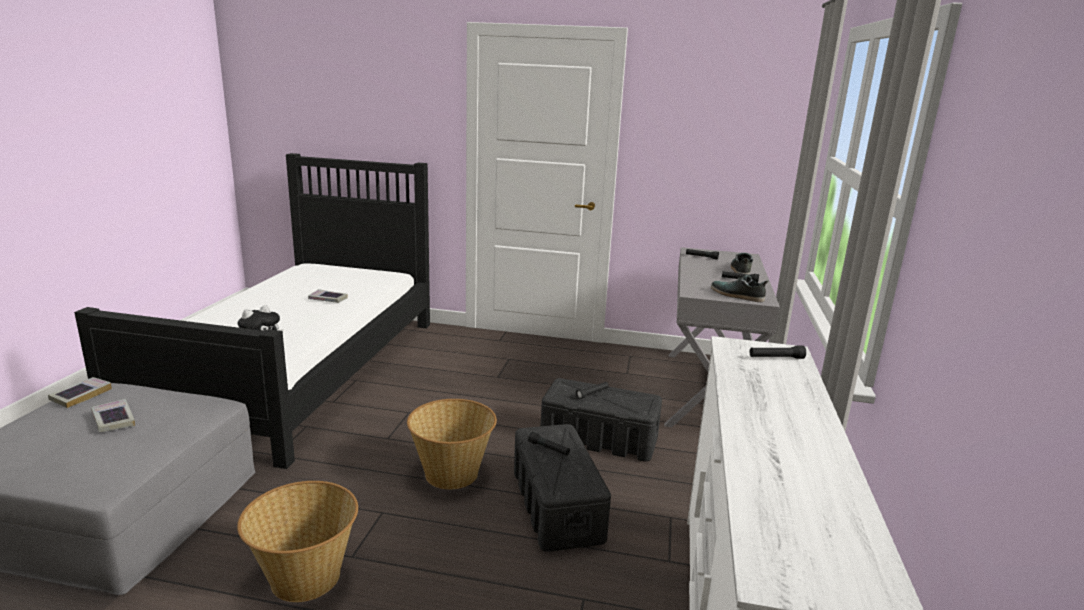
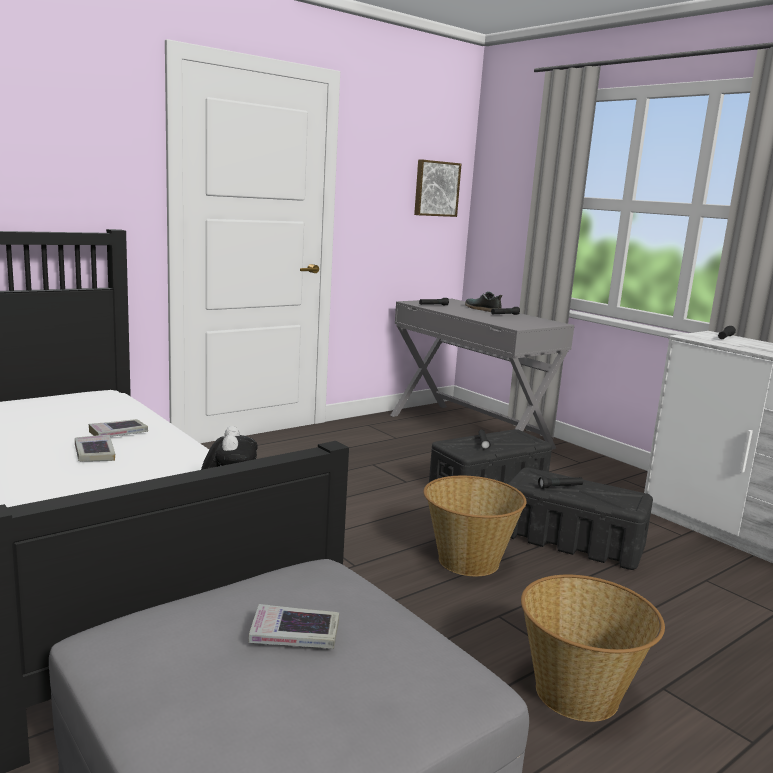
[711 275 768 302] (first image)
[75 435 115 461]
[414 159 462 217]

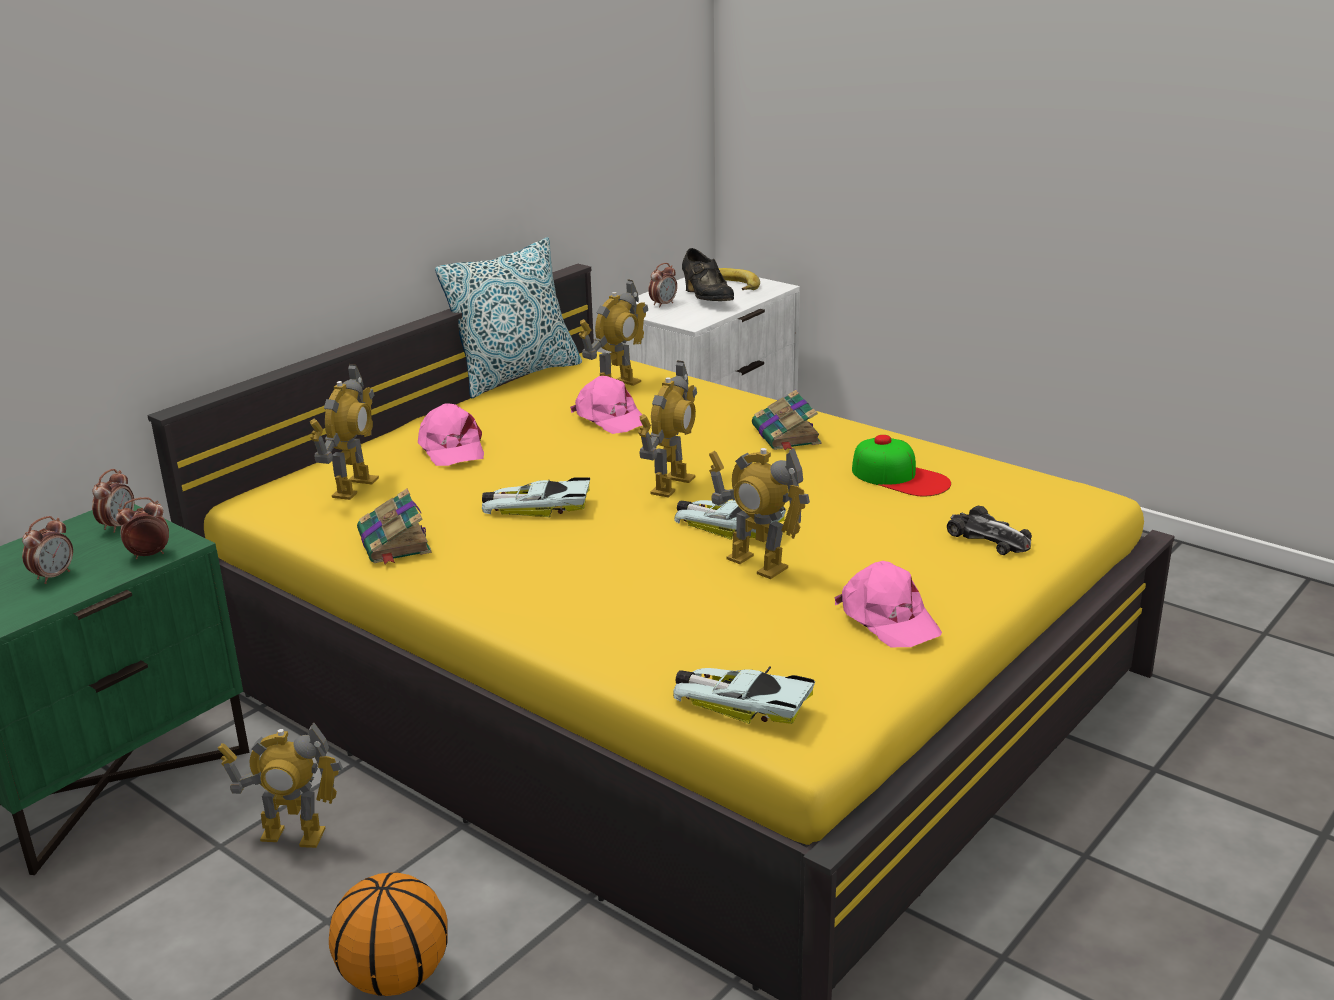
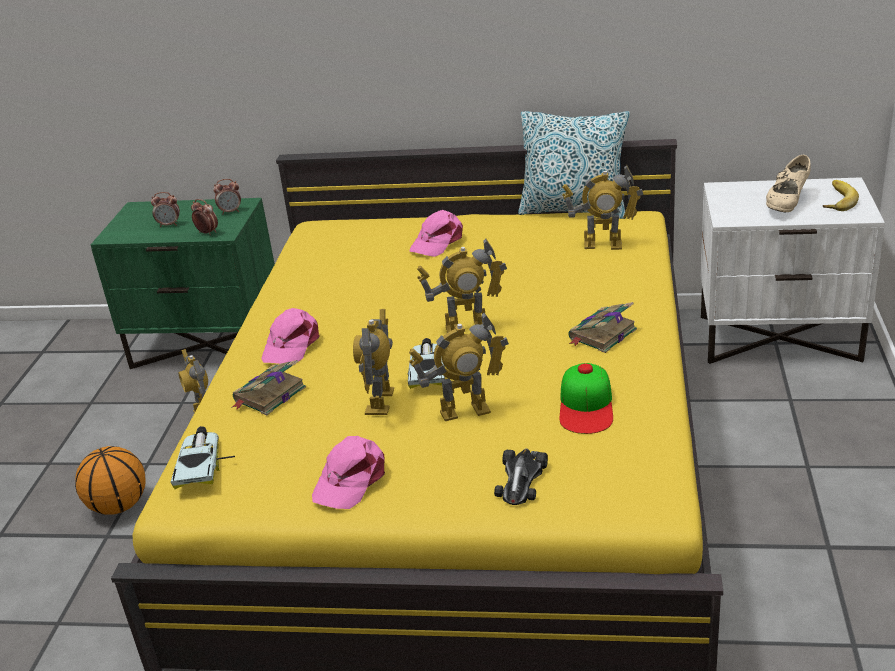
[766 155 811 213]
[648 263 677 308] (first image)
[409 313 509 421]
[261 308 319 364]
[482 477 590 518] (first image)
[231 360 306 415]

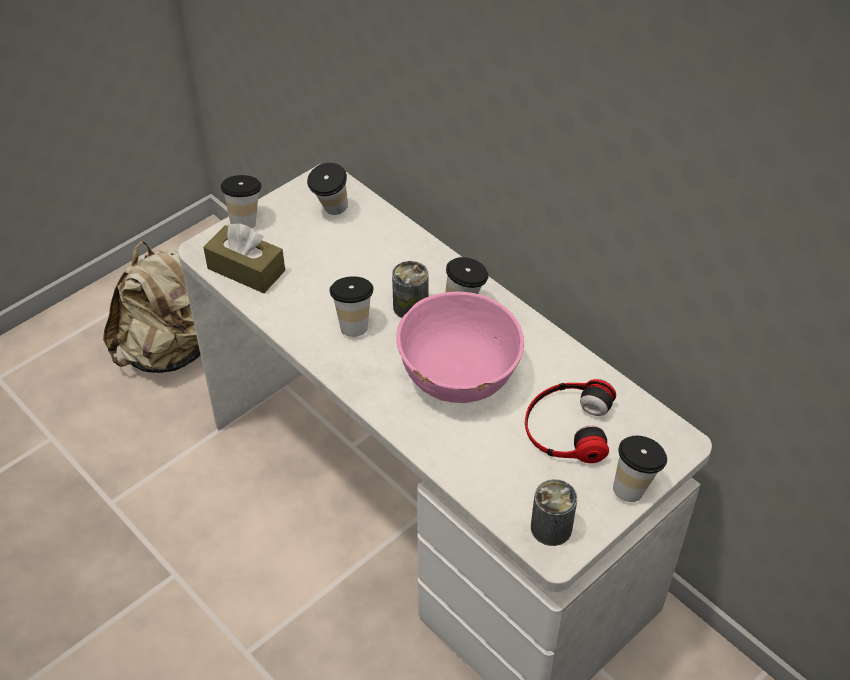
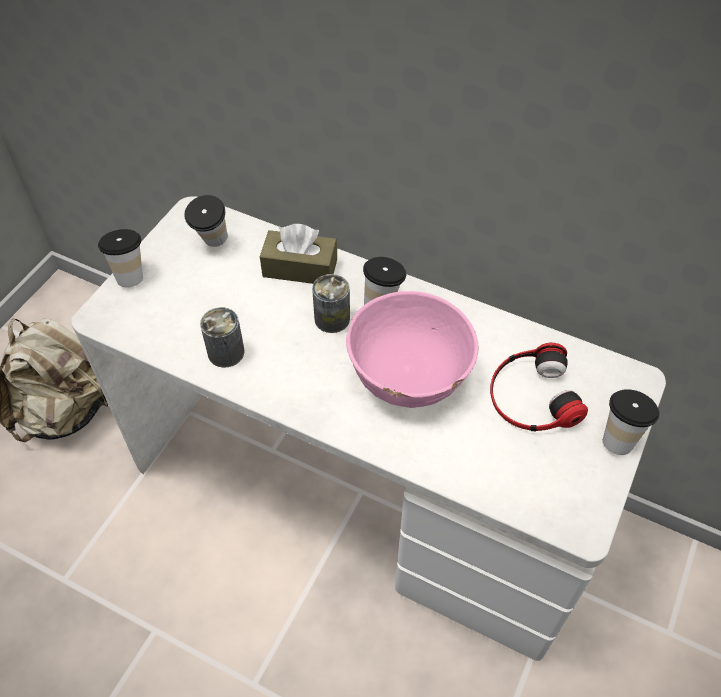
[260 224 337 284]
[329 276 374 337] (first image)
[200 307 244 367]

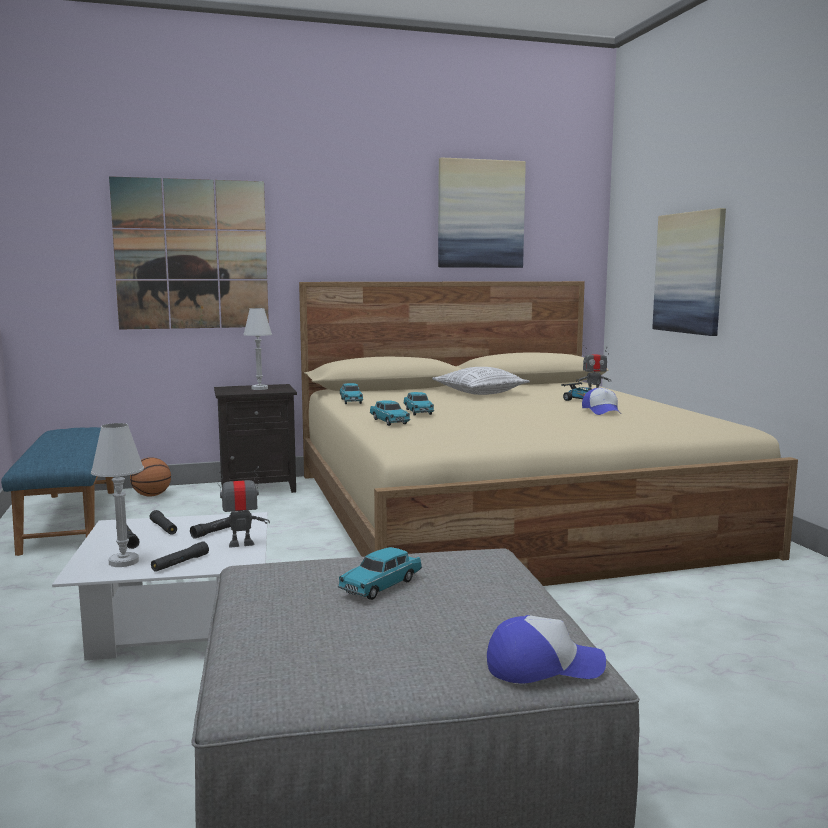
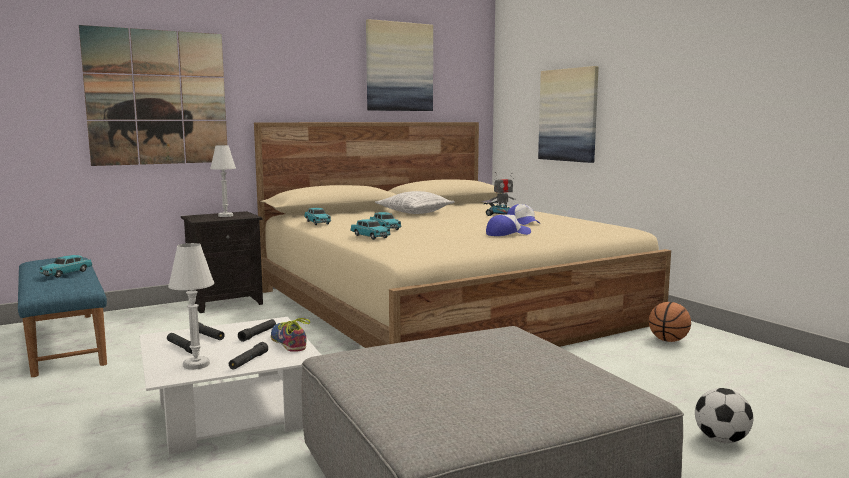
[649 302 691 342]
[271 318 311 352]
[39 255 93 278]
[486 215 531 236]
[695 388 754 443]

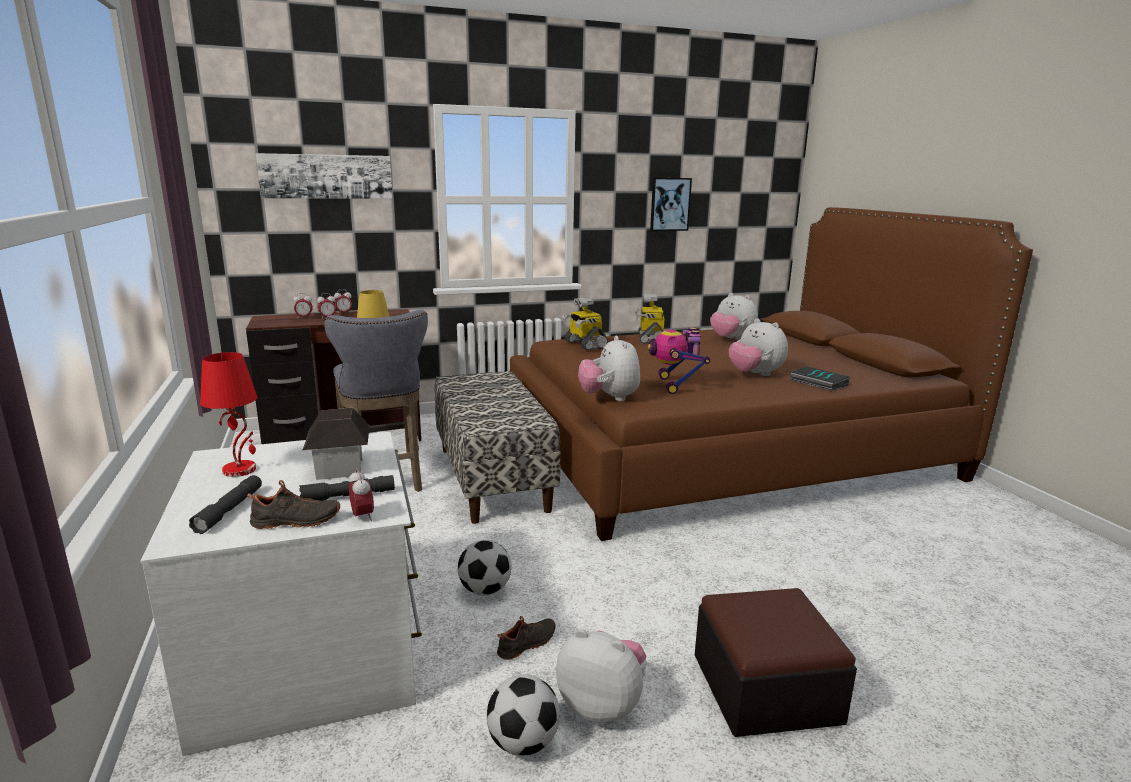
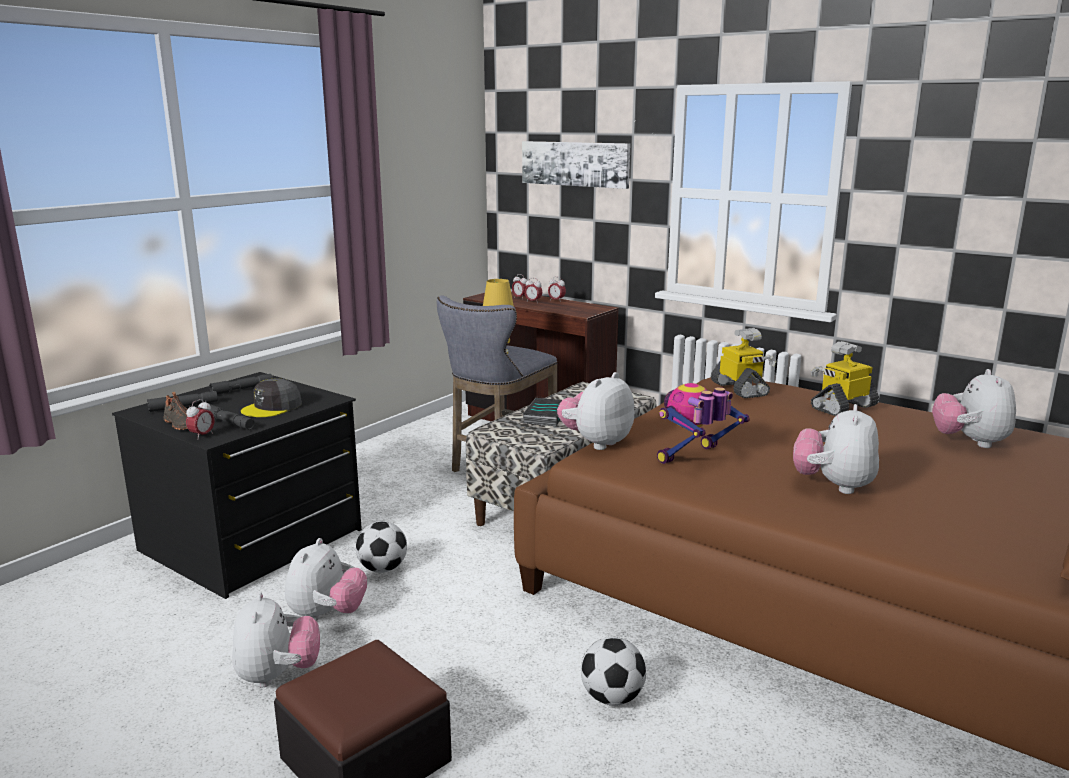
[650 178 692 231] (first image)
[711 328 776 398]
[209 374 273 395]
[523 398 562 426]
[241 378 302 417]
[112 372 362 599]
[285 538 367 621]
[581 637 646 706]

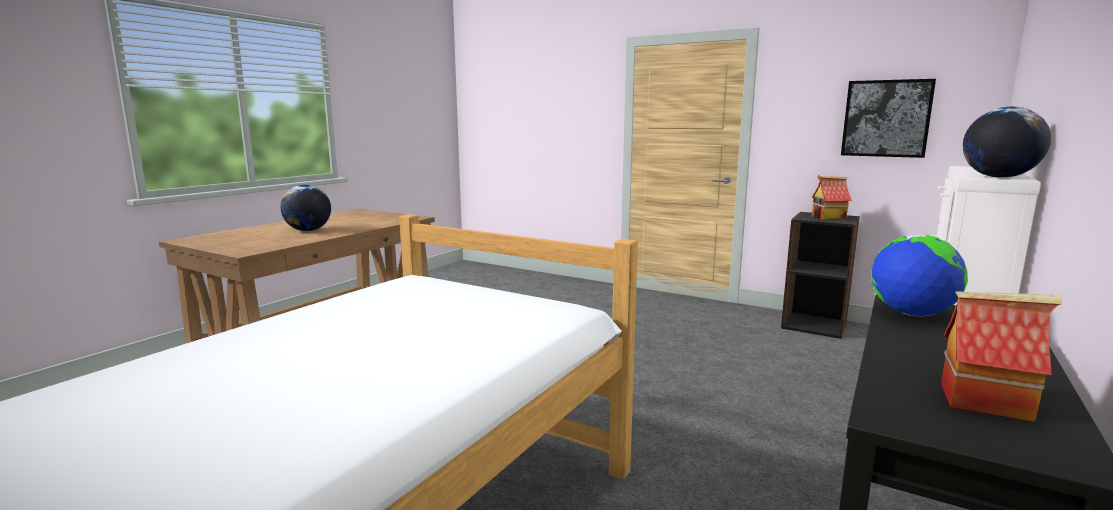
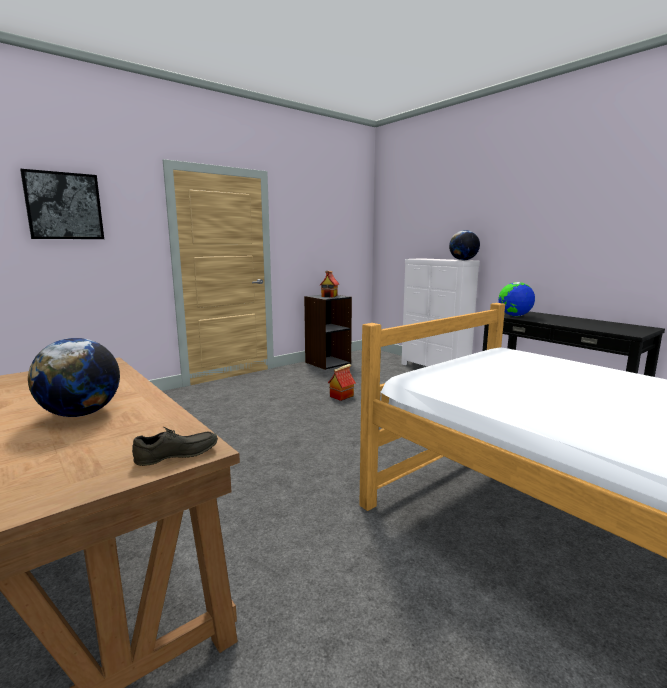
[20 169 104 239]
[328 364 356 401]
[132 427 218 466]

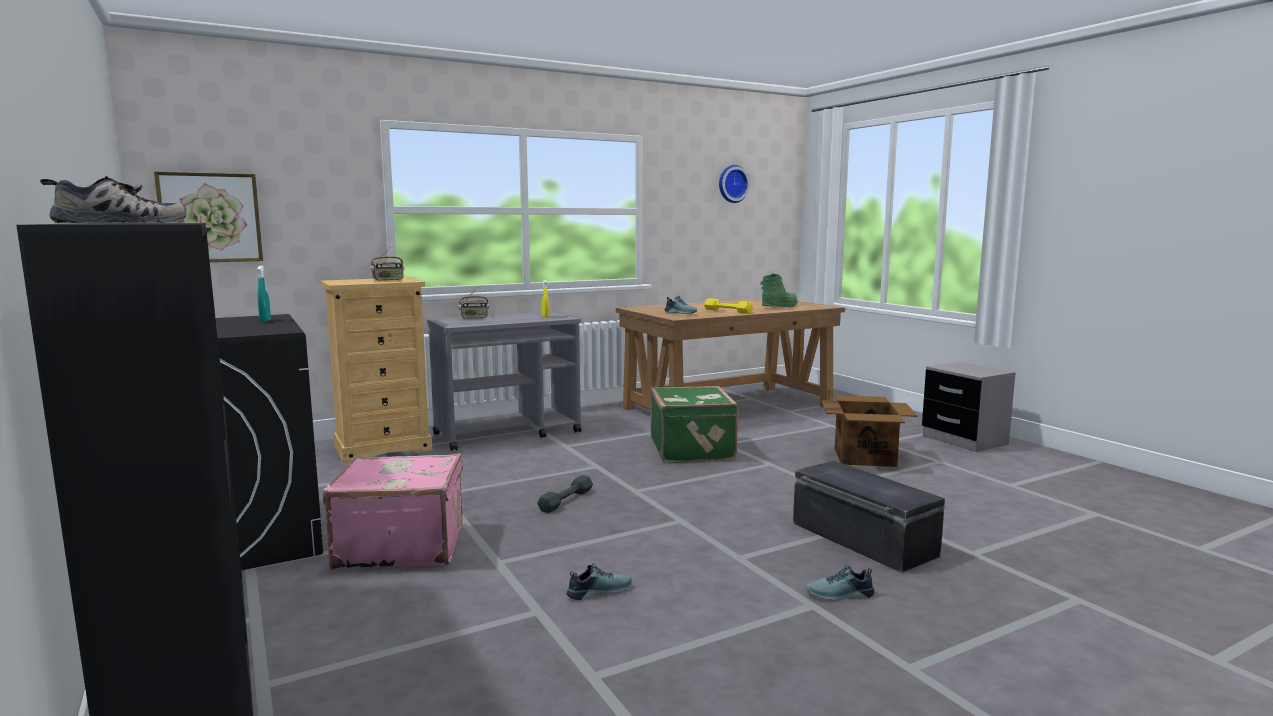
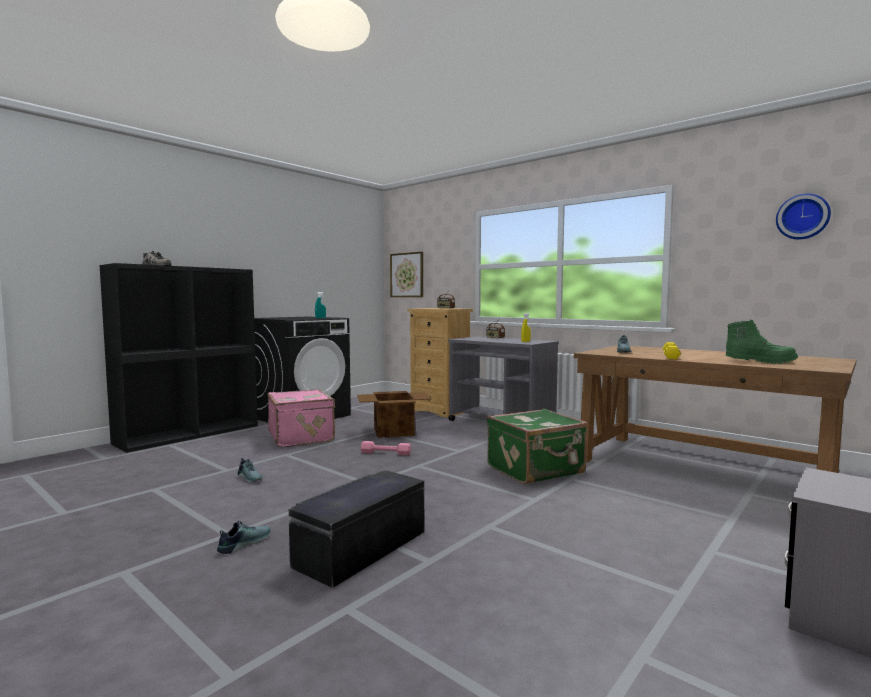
[357 391 432 438]
[361 441 411 455]
[217 521 271 554]

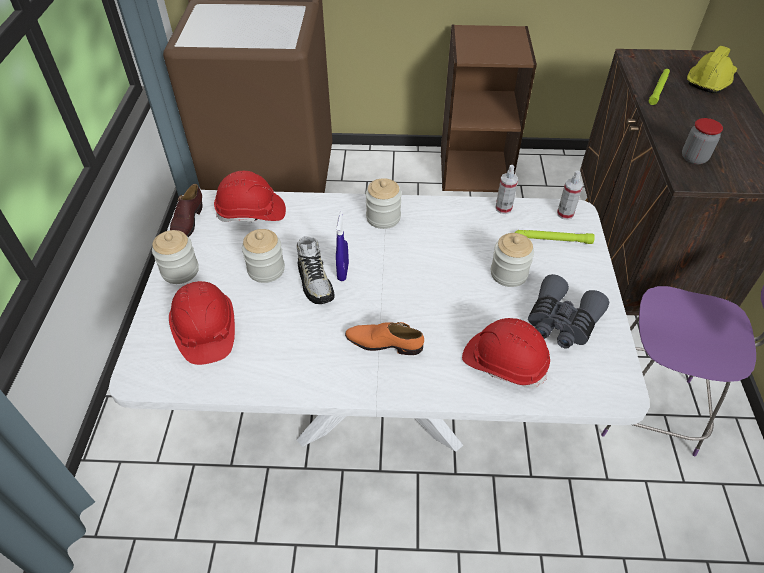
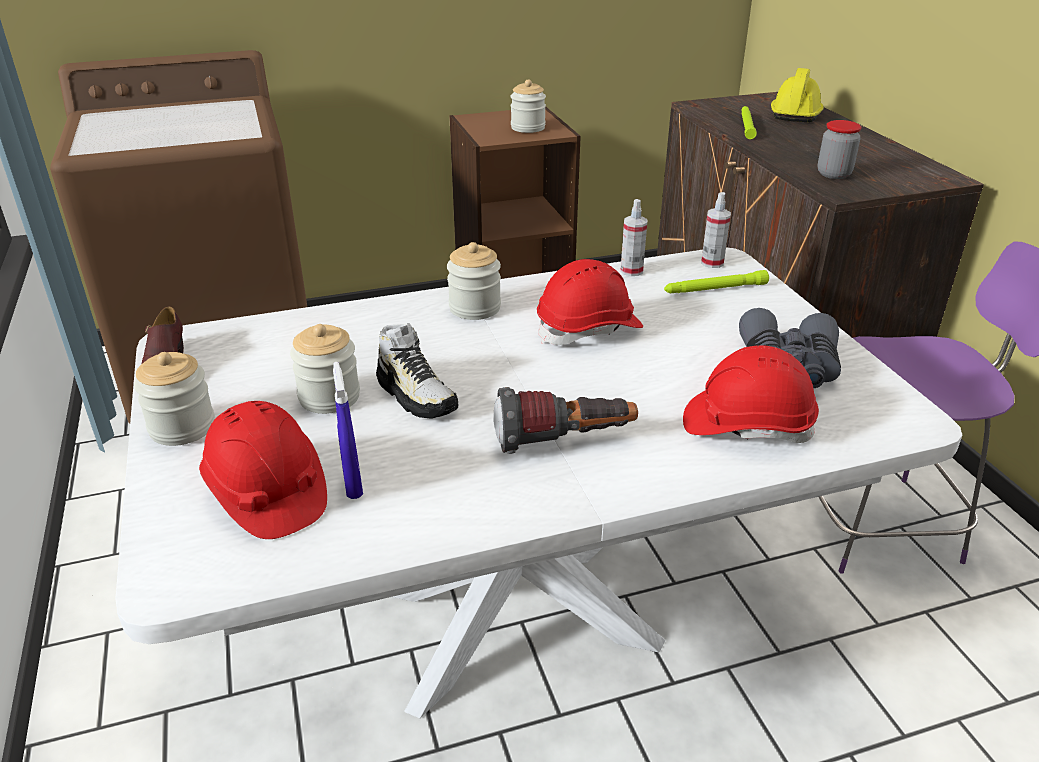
[537 259 643 345]
[333 362 363 499]
[511 79 546 133]
[493 387 638 454]

